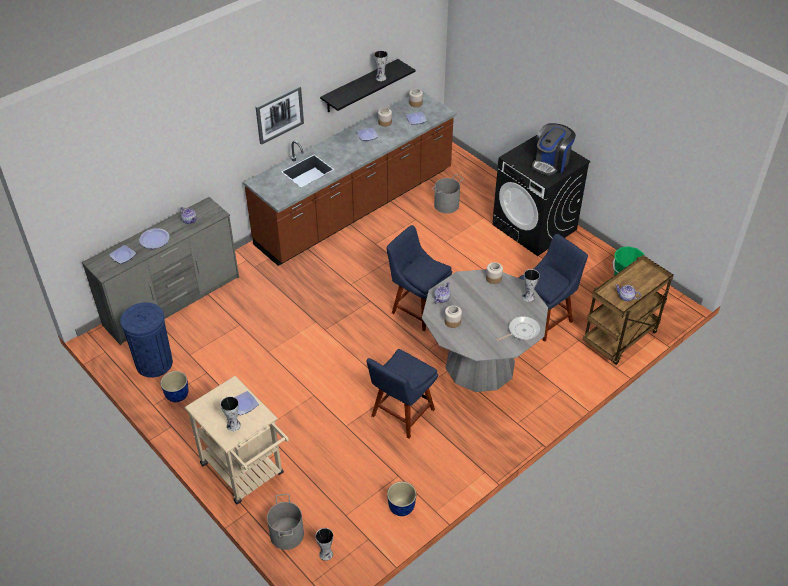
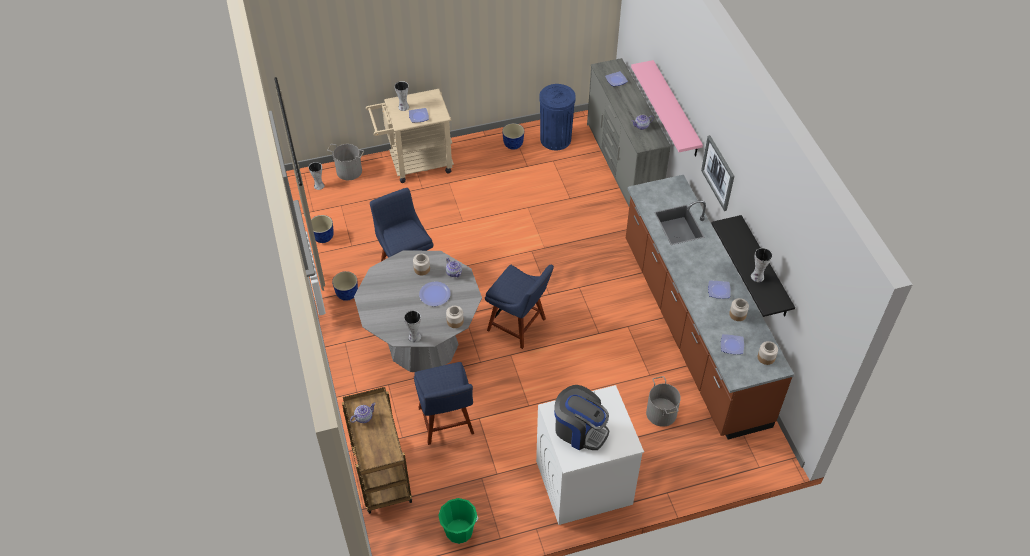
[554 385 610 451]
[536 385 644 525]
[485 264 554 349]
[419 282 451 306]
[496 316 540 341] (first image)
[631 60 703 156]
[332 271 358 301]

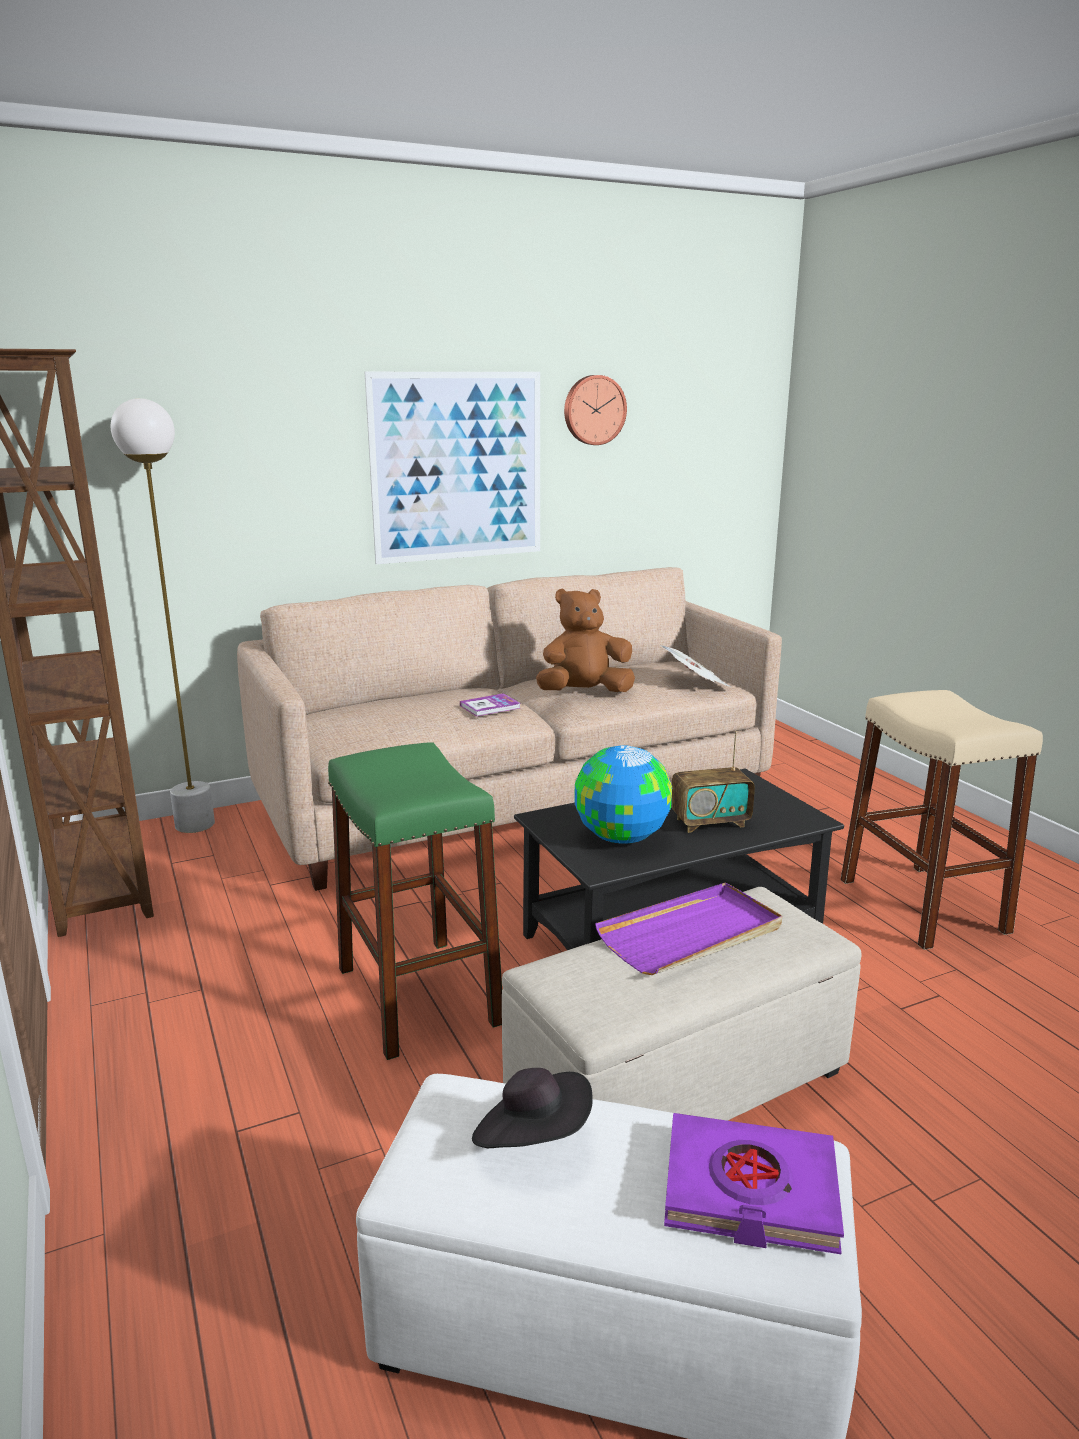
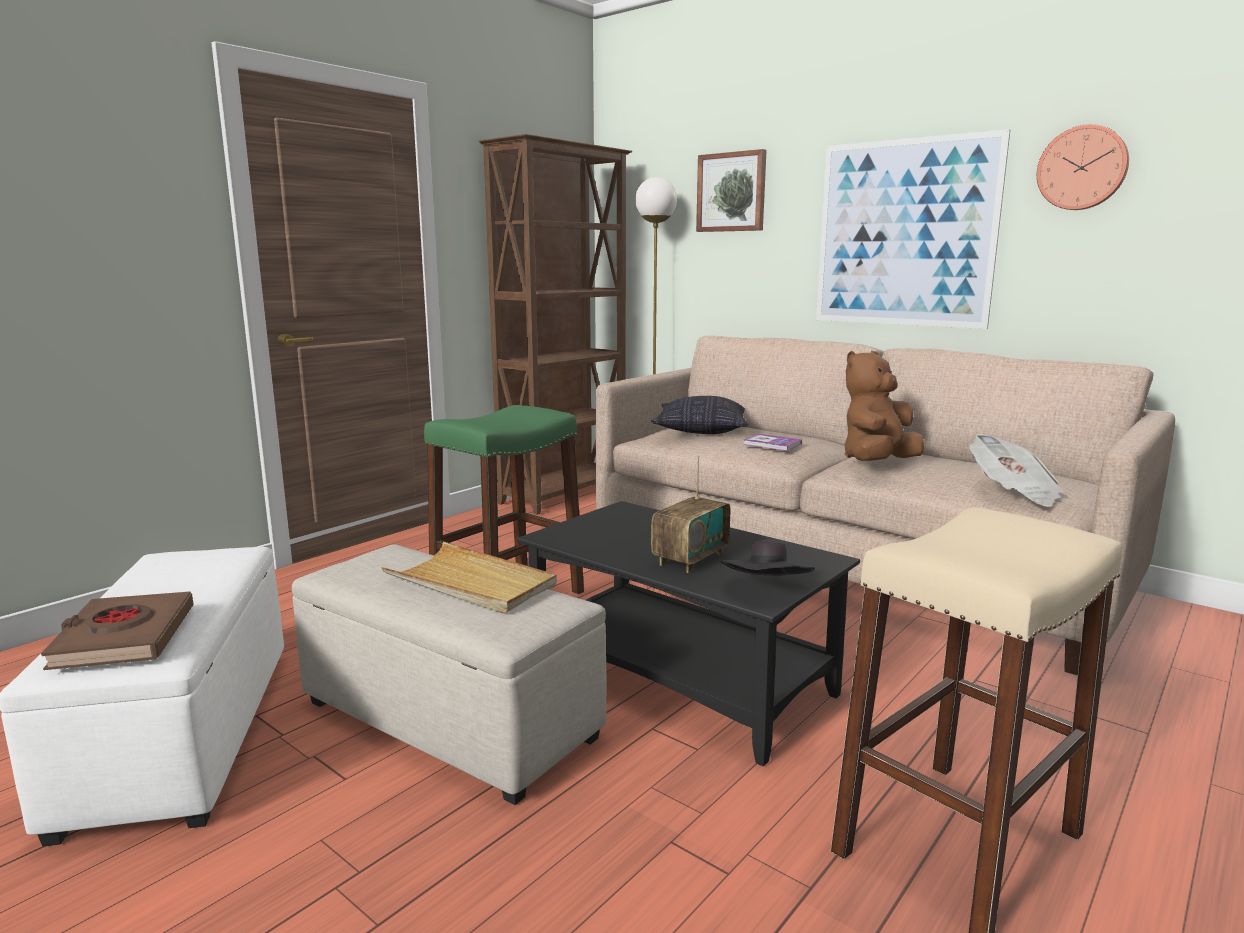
[845 351 924 461]
[651 456 731 573]
[574 745 672 844] (first image)
[381 542 557 614]
[721 539 815 576]
[41 592 194 670]
[696 149 767 232]
[651 396 749 434]

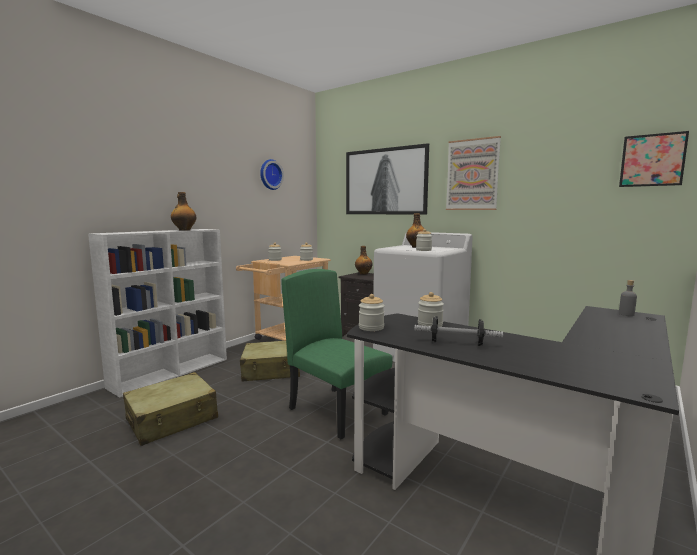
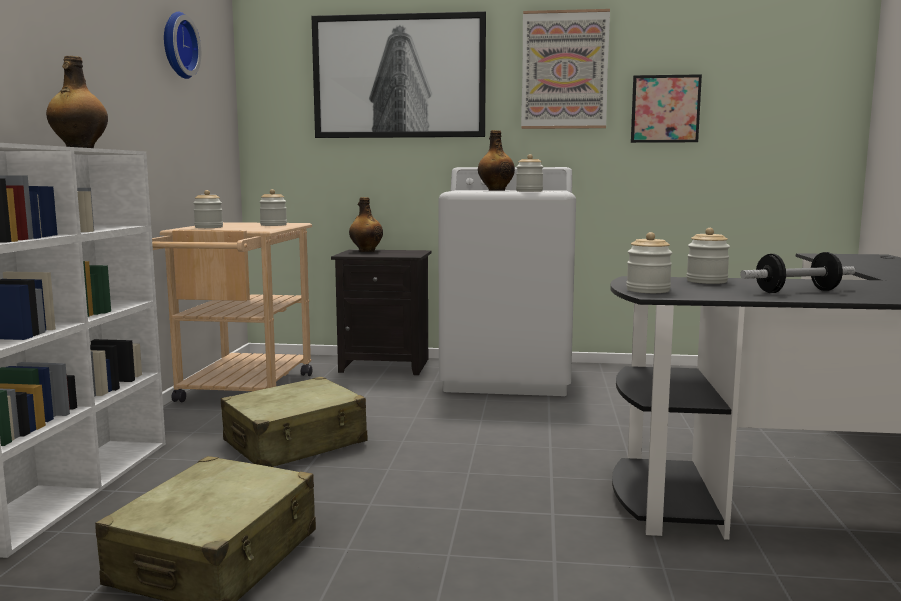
[631 74 702 143]
[281 269 393 439] (first image)
[619 280 637 316] (first image)

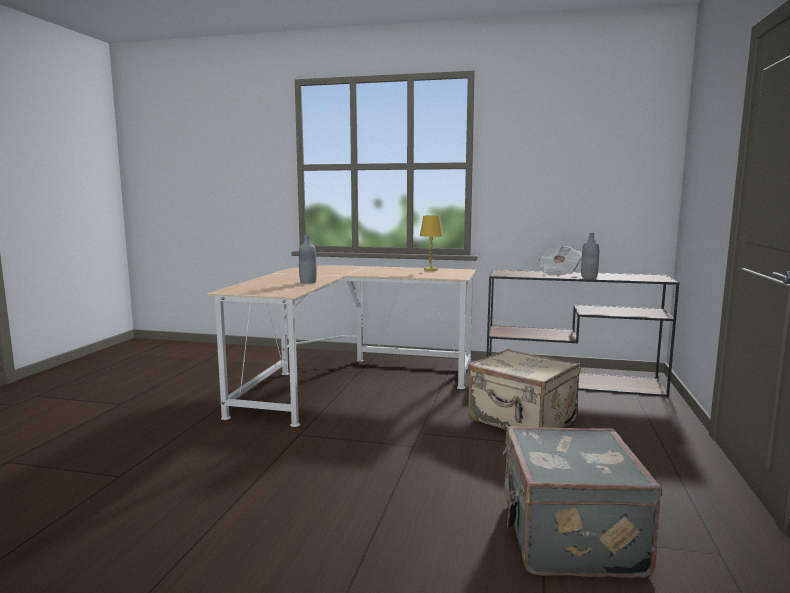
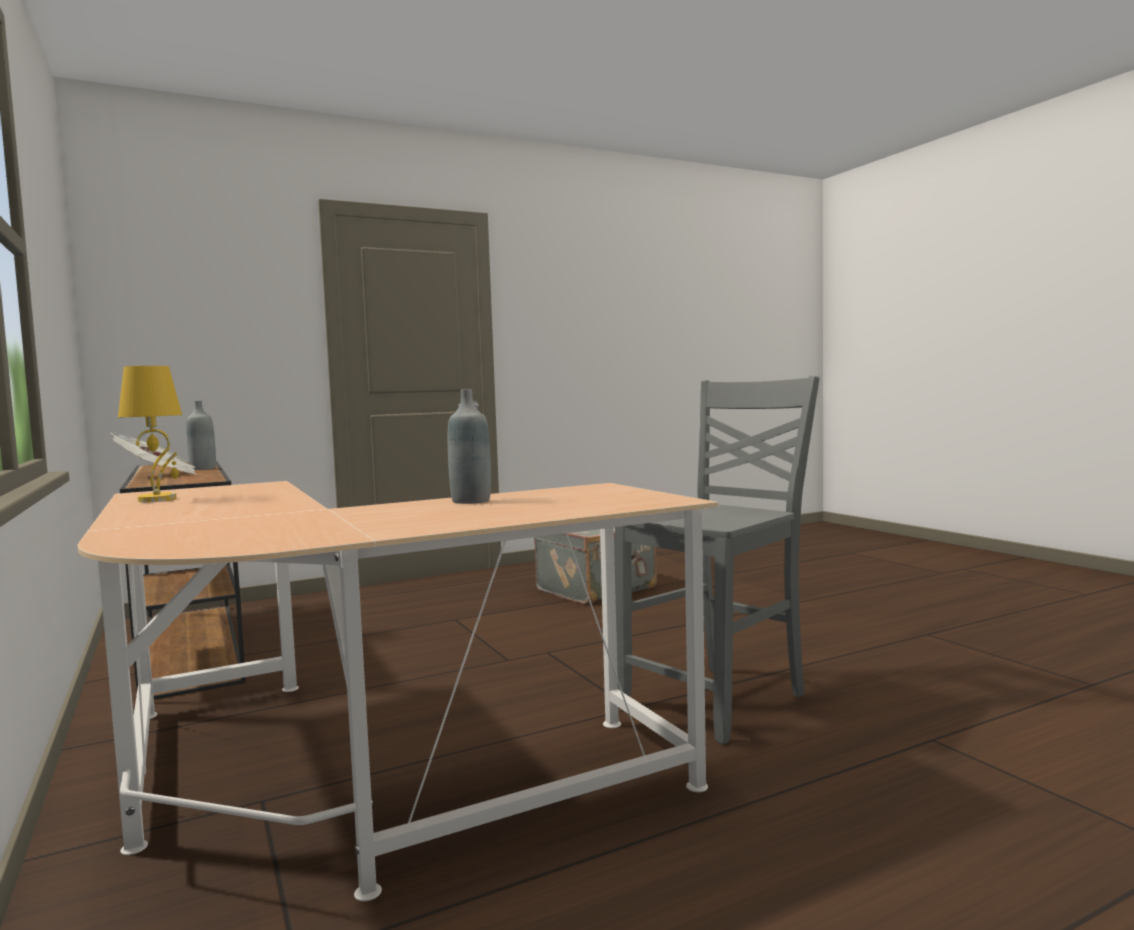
[467 349 581 430] (first image)
[615 376 820 745]

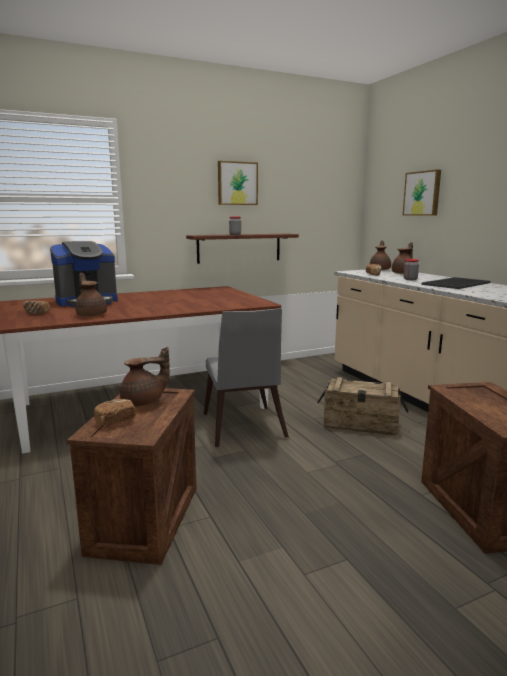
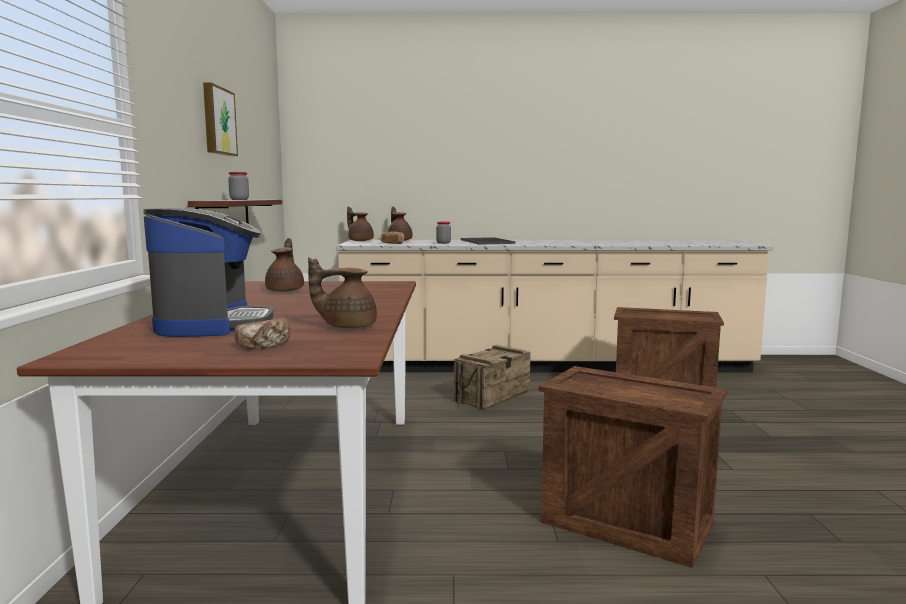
[403 169 441 216] (first image)
[204 308 289 447] (first image)
[265 238 304 292]
[94 399 135 425] (first image)

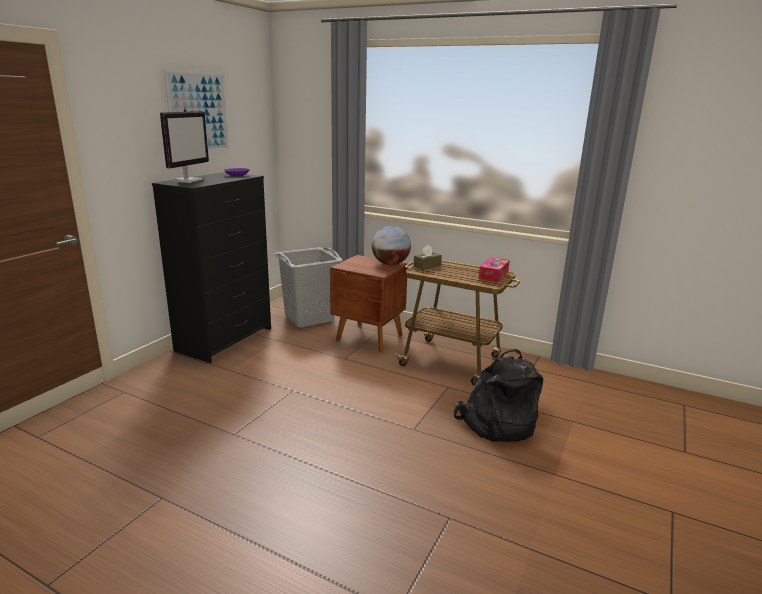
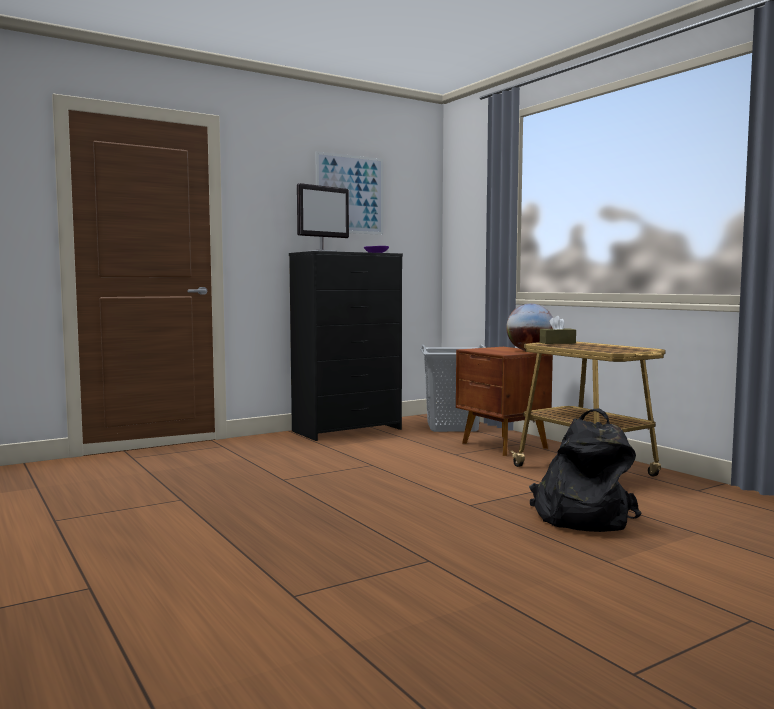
[479 257 510 283] (first image)

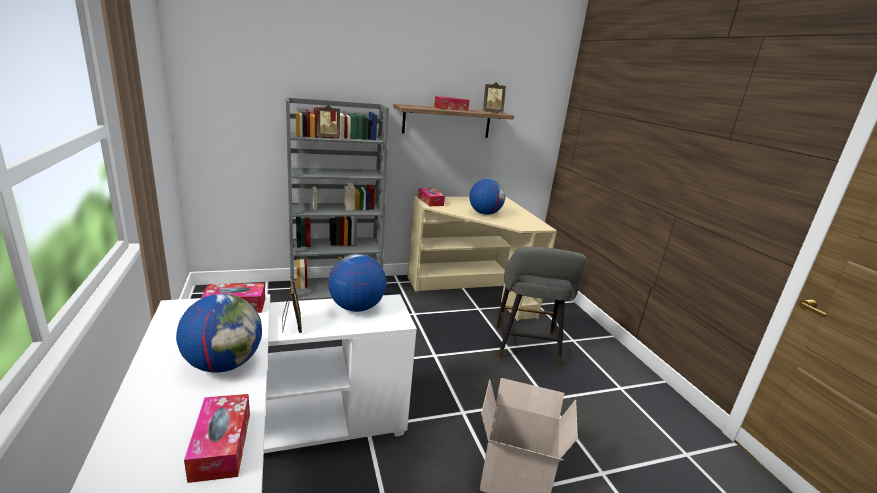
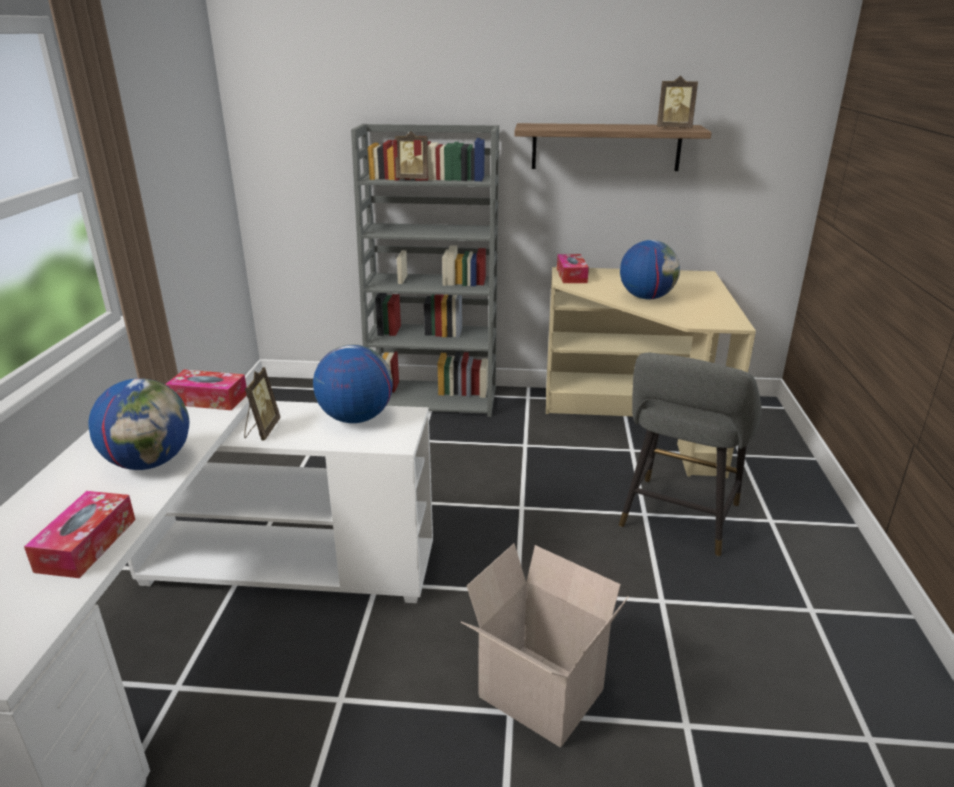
[434 96 469 111] (first image)

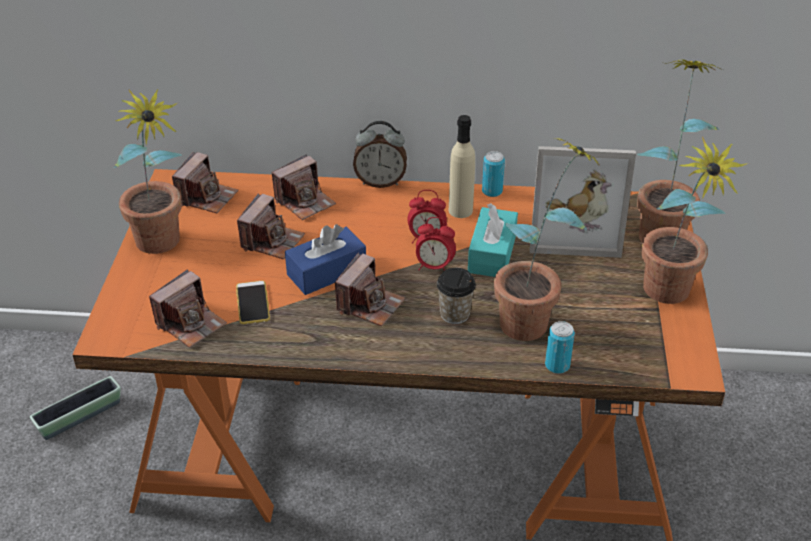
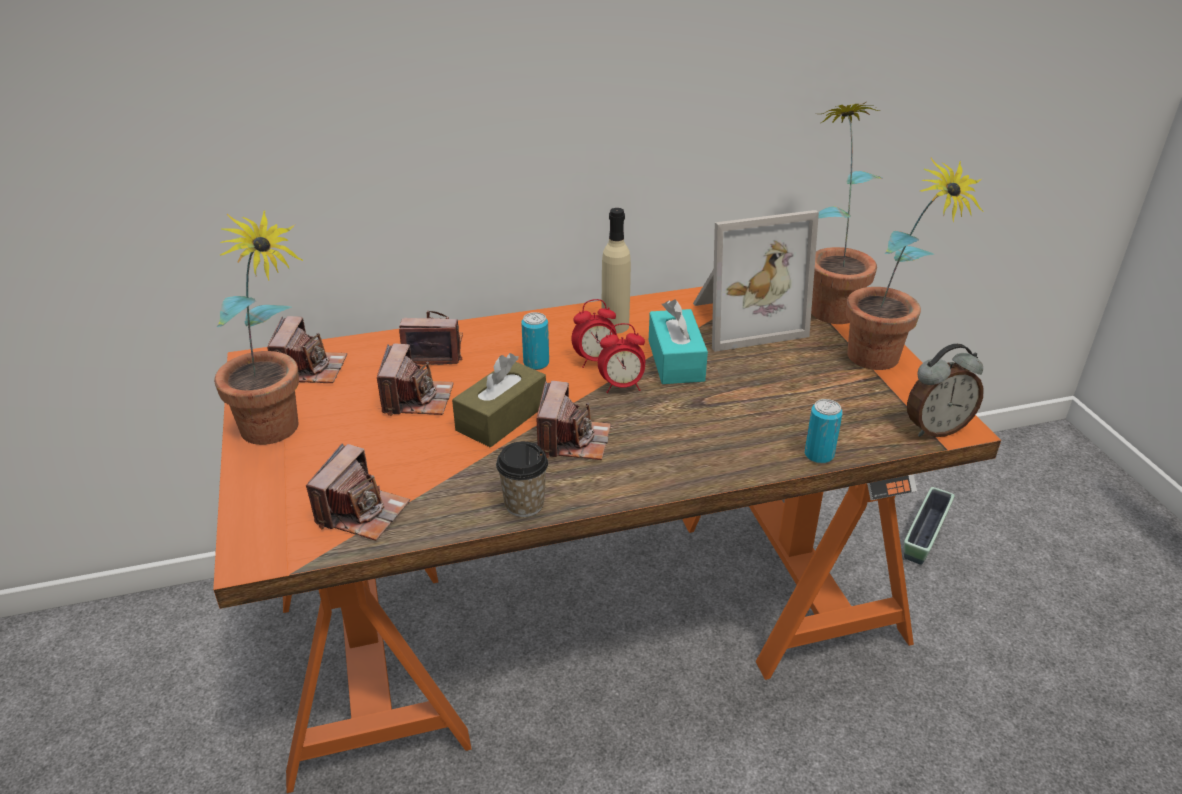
[907 344 984 437]
[494 138 599 341] (first image)
[521 312 549 370]
[399 311 463 365]
[452 353 546 448]
[496 441 548 517]
[236 281 270 324] (first image)
[904 487 955 565]

